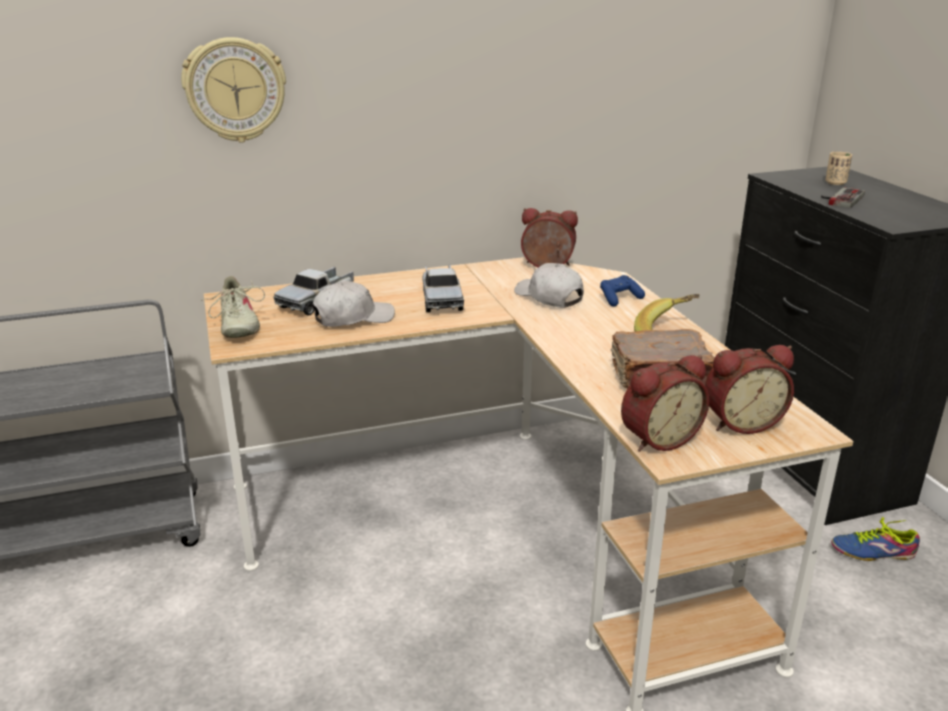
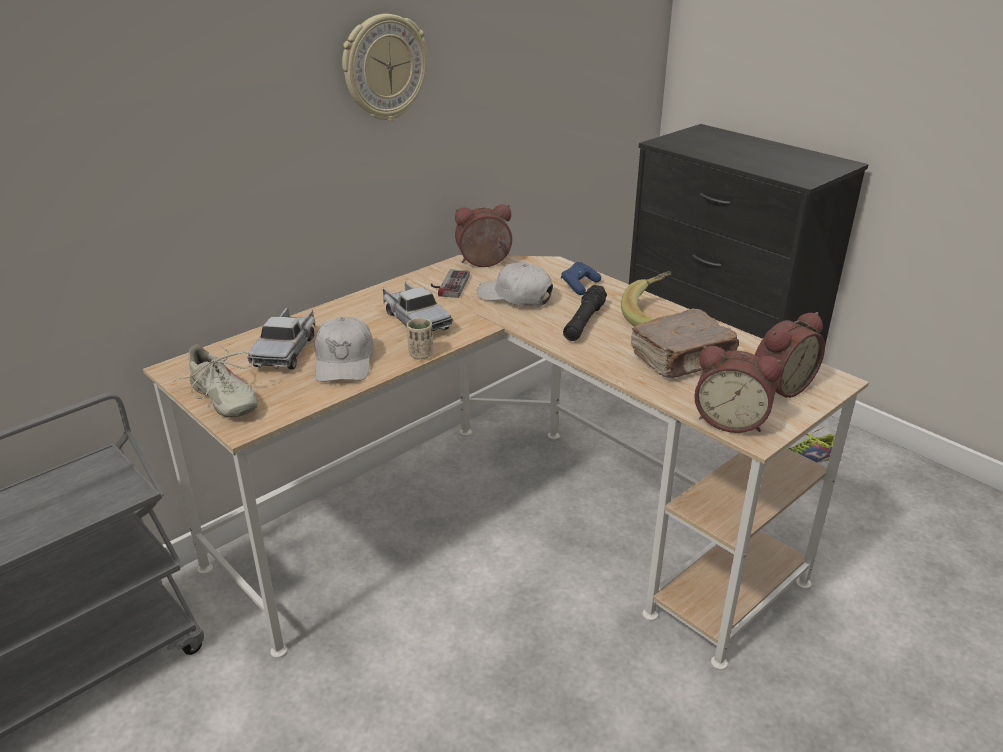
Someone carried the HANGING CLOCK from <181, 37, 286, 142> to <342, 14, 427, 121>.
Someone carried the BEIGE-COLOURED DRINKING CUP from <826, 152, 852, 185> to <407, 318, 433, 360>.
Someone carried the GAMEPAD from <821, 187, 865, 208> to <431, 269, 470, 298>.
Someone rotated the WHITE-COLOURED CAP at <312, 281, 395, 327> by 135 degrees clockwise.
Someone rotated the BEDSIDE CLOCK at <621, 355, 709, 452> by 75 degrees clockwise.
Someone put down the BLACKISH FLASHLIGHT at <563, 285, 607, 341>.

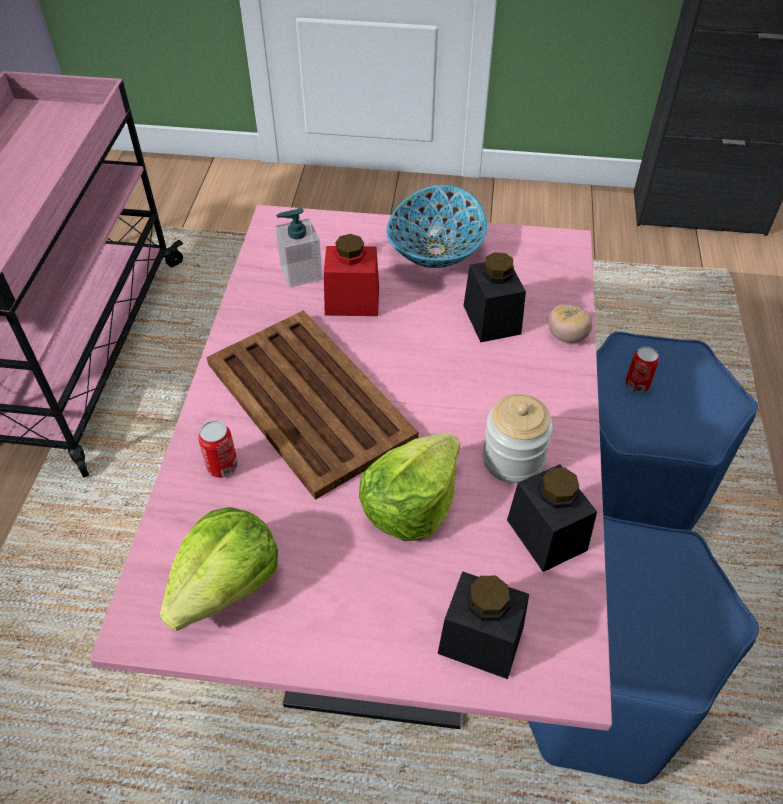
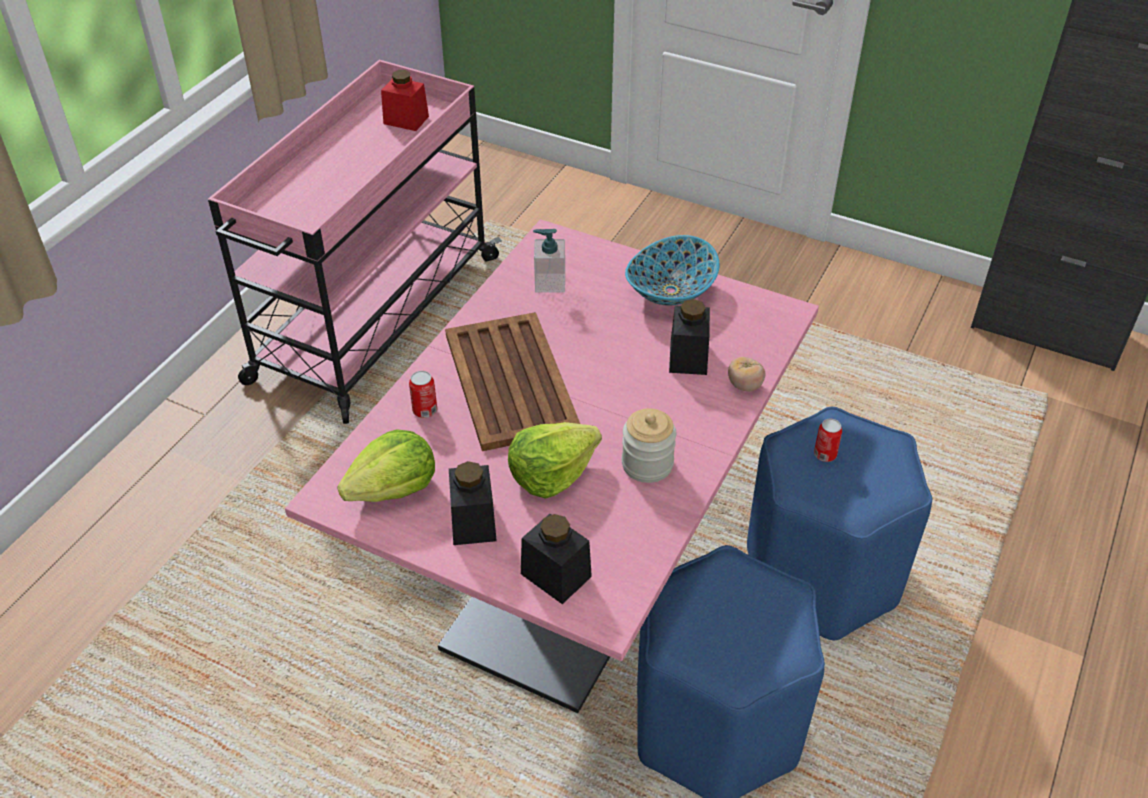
Someone carried the RED-COLOURED PRESERVE JAR from <324, 234, 379, 316> to <381, 70, 429, 131>.
Someone carried the BLACKISH PRESERVE JAR from <507, 464, 597, 572> to <449, 461, 497, 545>.

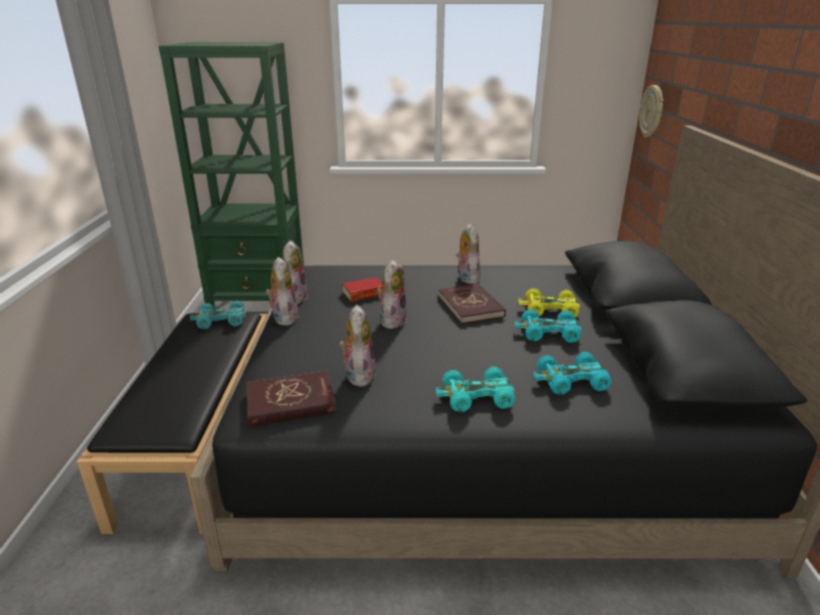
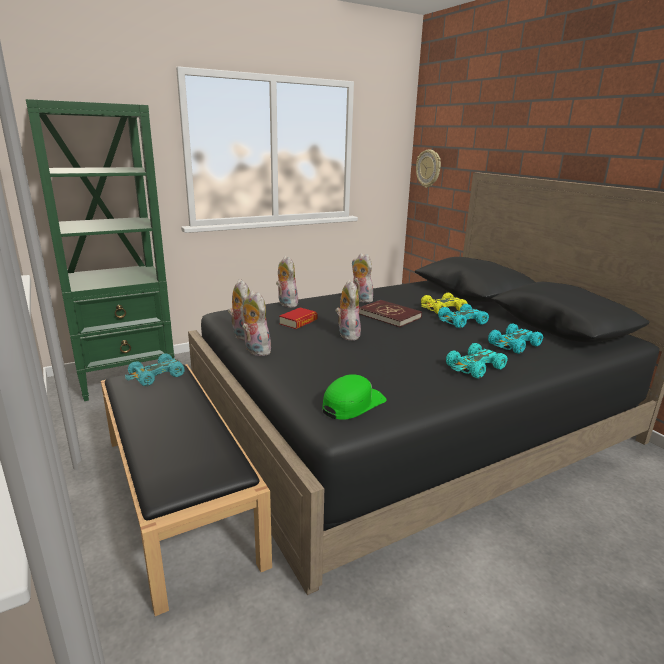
Someone carried the PLUSH TOY from <339, 305, 376, 387> to <276, 256, 298, 307>.
Someone swapped the RED-COLOURED VOLUME at <247, 371, 336, 426> for the GREEN-COLOURED CAP at <322, 374, 387, 420>.

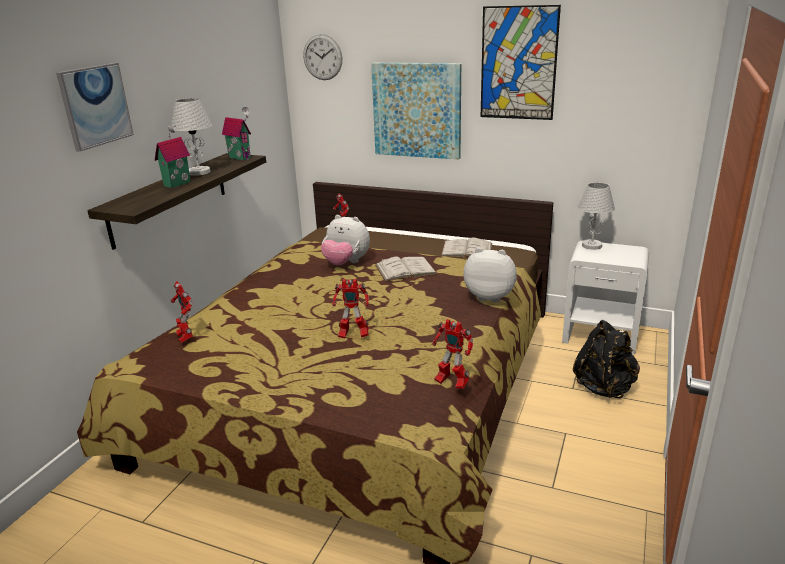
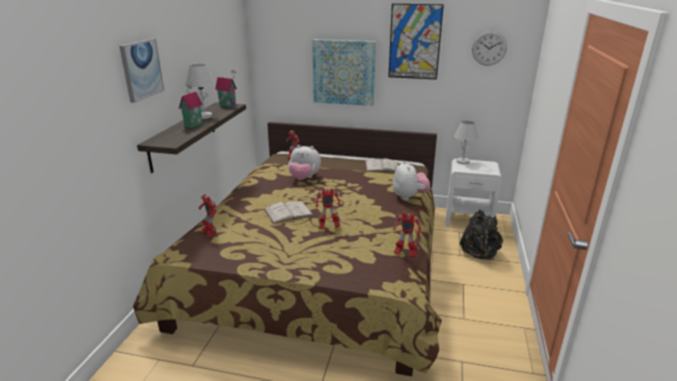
Someone carried the HANGING CLOCK from <303, 34, 342, 80> to <472, 31, 507, 66>.
Someone rotated the PLUSH TOY at <463, 248, 517, 302> by 75 degrees clockwise.
Someone carried the WHITE-COLOURED VOLUME from <375, 256, 437, 281> to <264, 201, 314, 224>.

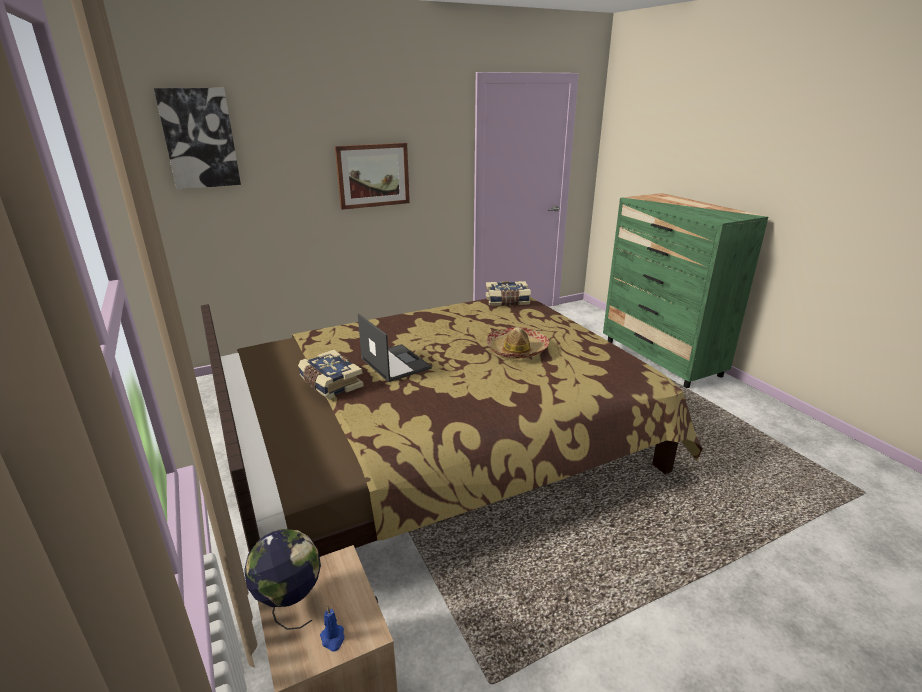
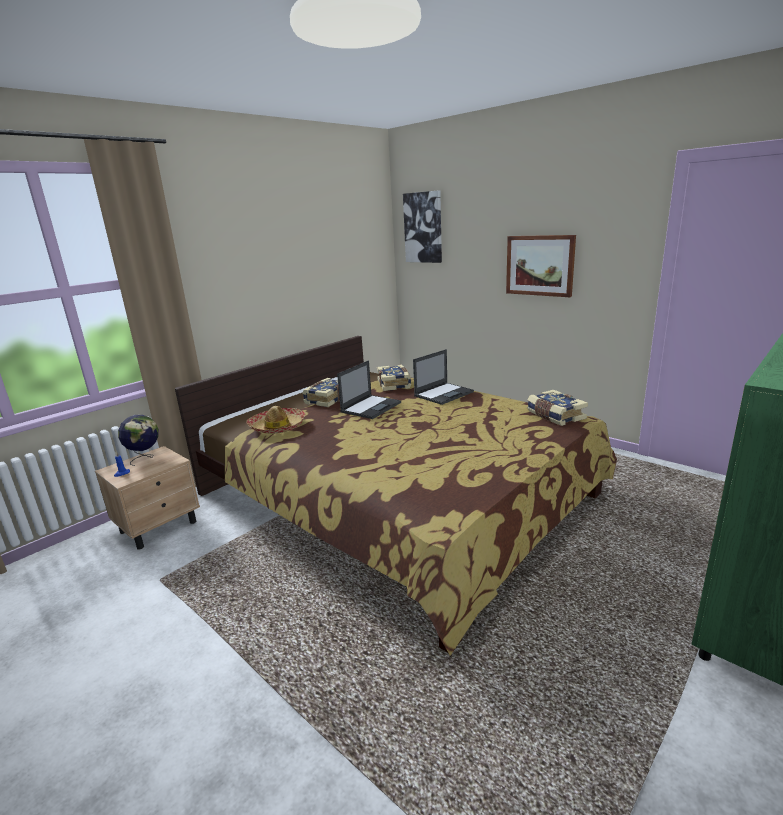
Someone carried the HAT from <486, 327, 549, 359> to <247, 406, 306, 434>.
Someone put down the PORTABLE COMPUTER at <413, 349, 474, 405>.
Someone put down the VOLUME at <377, 364, 411, 391>.

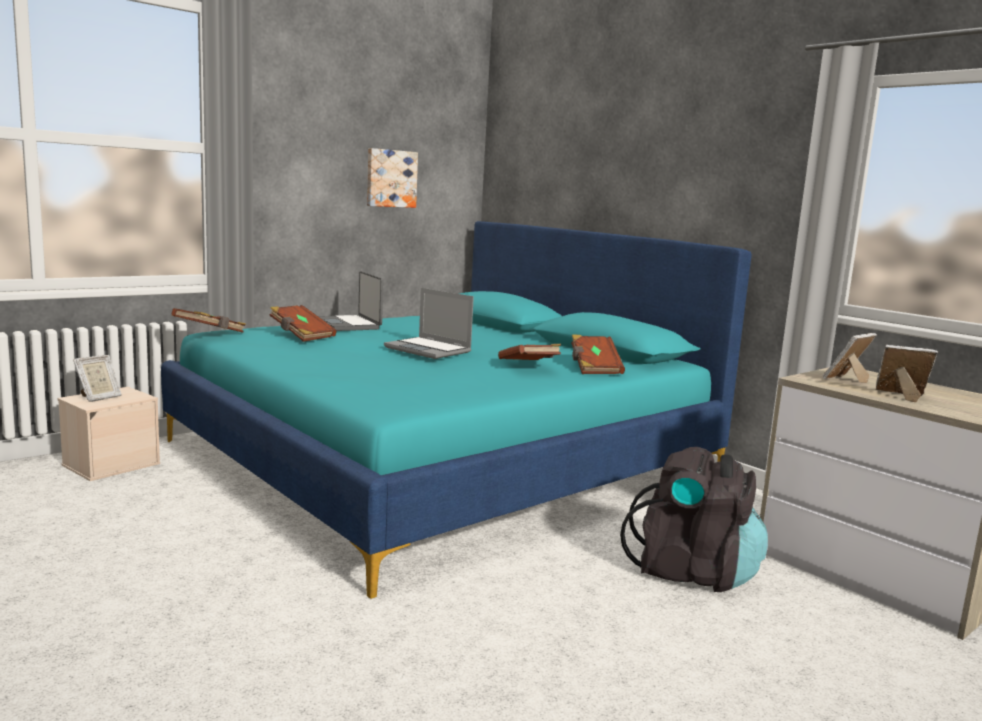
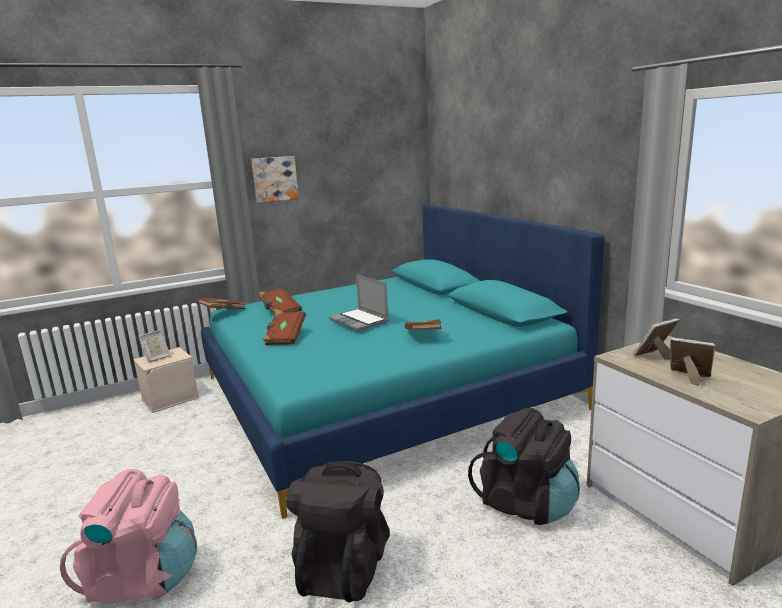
Someone carried the WALL ART from <367, 148, 418, 208> to <251, 156, 299, 203>.
Someone took away the PORTABLE COMPUTER at <318, 271, 383, 331>.
Someone carried the BROWN-COLOURED VOLUME from <571, 334, 625, 374> to <263, 311, 306, 345>.
Someone put down the BLACKISH RUCKSACK at <286, 461, 390, 602>.
Someone put down the PINK-COLOURED RUCKSACK at <60, 469, 197, 603>.

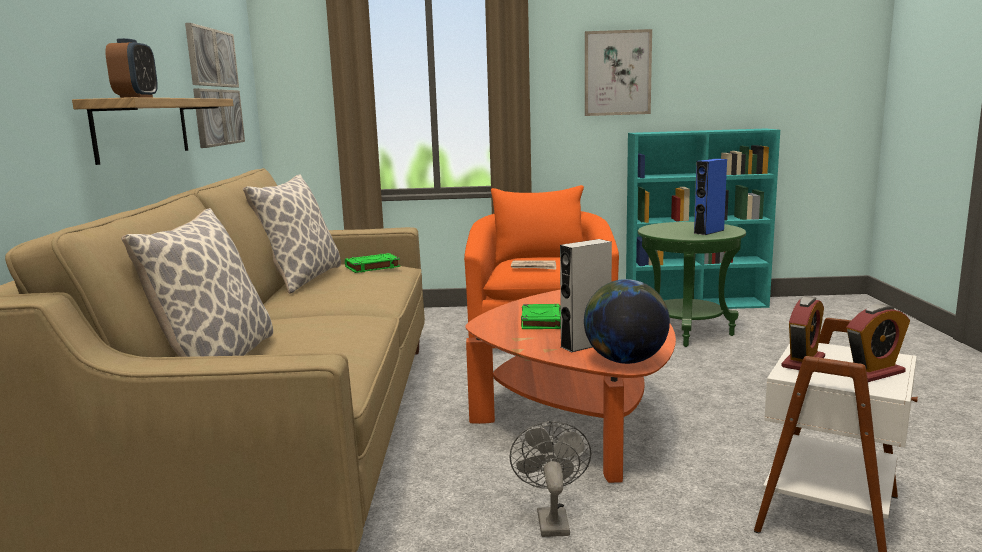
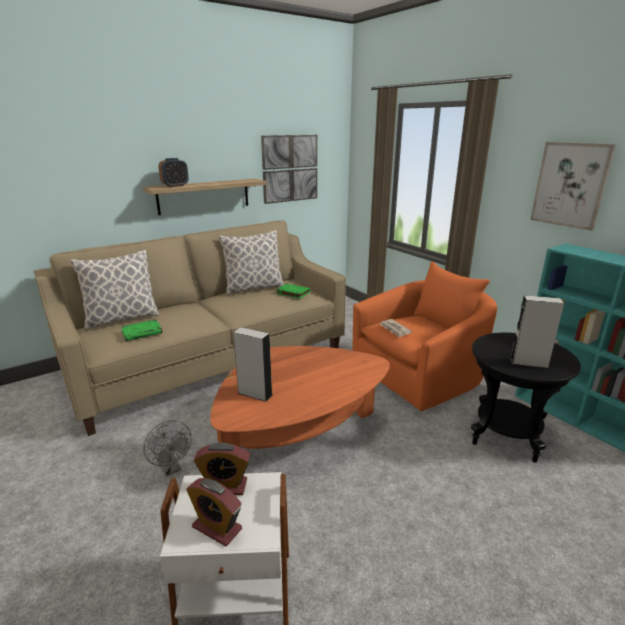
Someone repainted the BLUE SPEAKER at <693, 159, 727, 235>, which became the GREYISH SPEAKER at <510, 295, 564, 369>.
Someone repainted the GREEN-COLOURED END TABLE at <638, 222, 746, 347>, which became the BLACKISH END TABLE at <471, 333, 581, 463>.
Someone took away the DESK GLOBE at <584, 279, 670, 364>.
Someone carried the GREEN-COLOURED VOLUME from <521, 304, 561, 329> to <121, 319, 162, 341>.
Someone rotated the GREYISH ELECTRIC FAN at <509, 421, 591, 537> by 90 degrees clockwise.

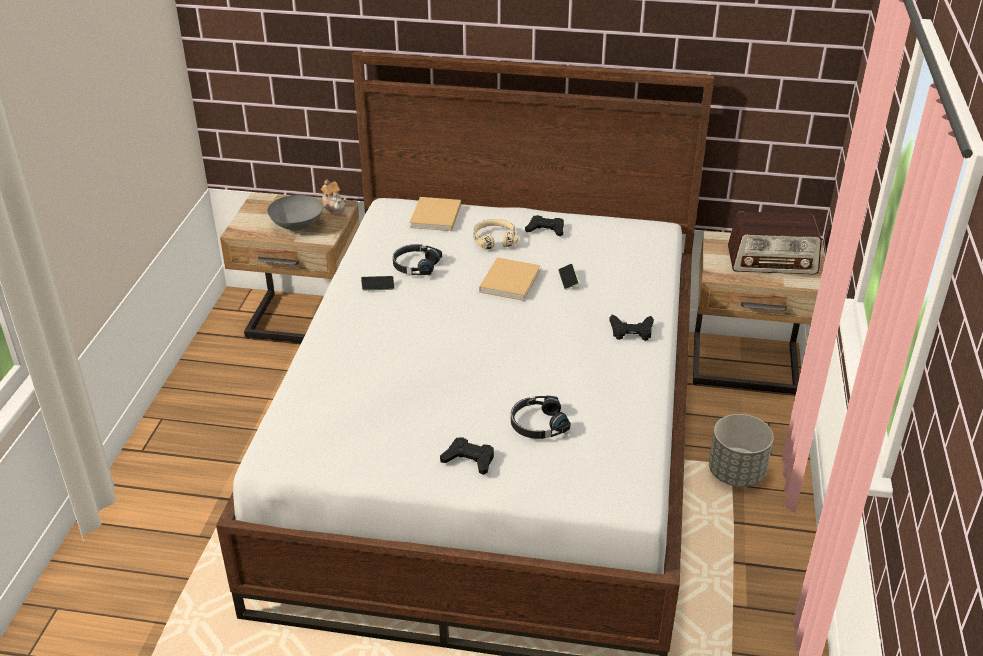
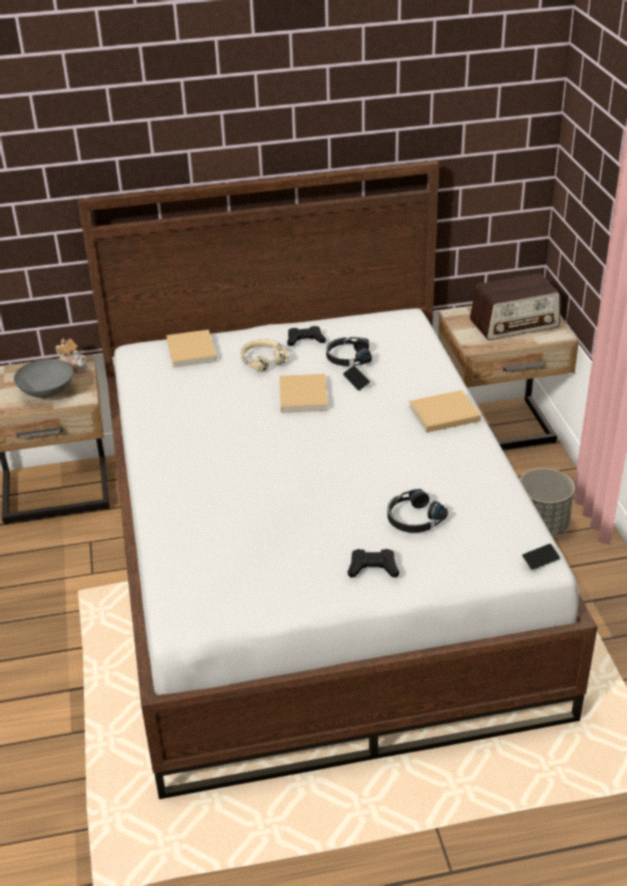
Someone carried the BLACKISH PAIR OF HEADPHONES from <393, 244, 442, 275> to <326, 337, 372, 366>.
Someone carried the TELEPHONE from <361, 276, 395, 290> to <522, 543, 560, 571>.
Someone swapped the BLACKISH GAMEPAD at <609, 314, 654, 341> for the BEIGE-COLOURED VOLUME at <409, 390, 481, 433>.

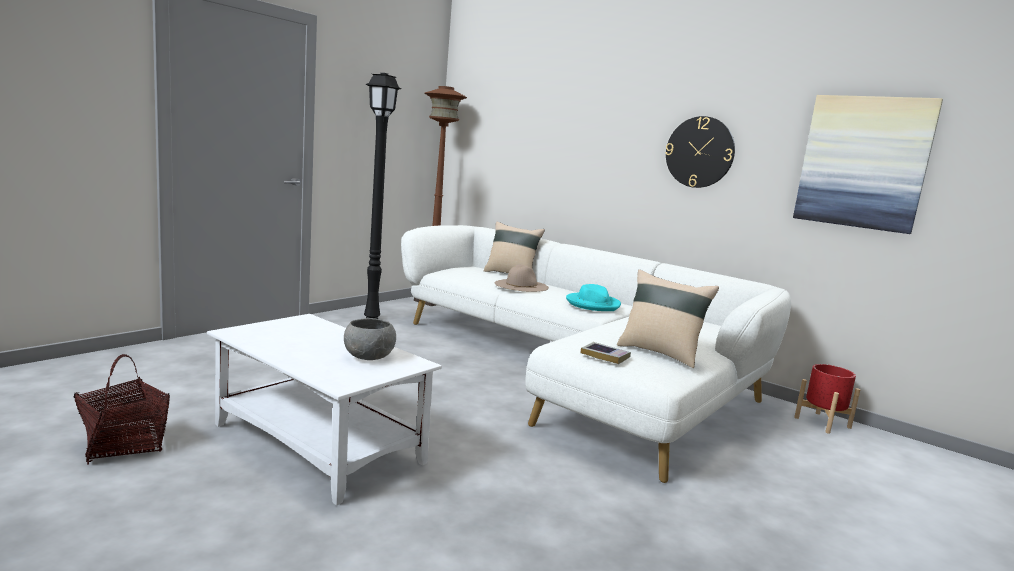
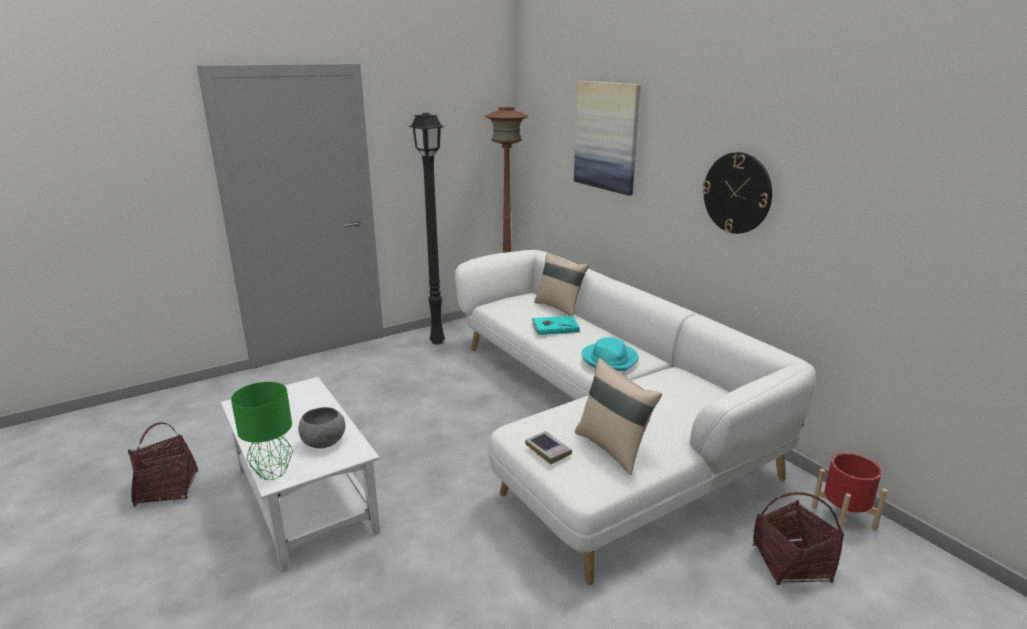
Someone carried the WALL ART from <793, 95, 943, 234> to <574, 81, 641, 196>.
Someone swapped the BEIGE-COLOURED HAT at <494, 265, 549, 292> for the TURQUOISE VOLUME at <532, 316, 580, 335>.
Someone put down the GREEN-COLOURED LAMP FOR A TABLE at <231, 382, 293, 480>.
Someone put down the STORAGE BASKET at <753, 492, 844, 585>.

